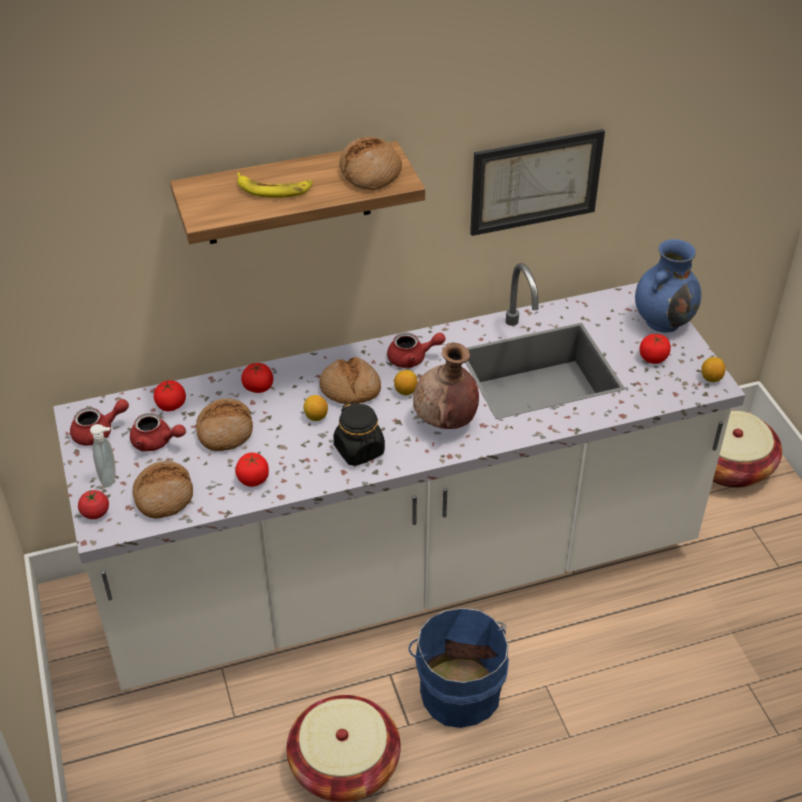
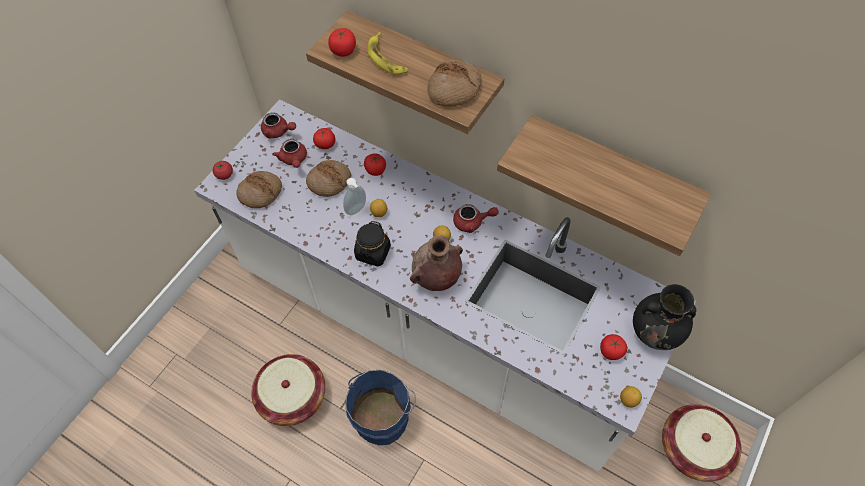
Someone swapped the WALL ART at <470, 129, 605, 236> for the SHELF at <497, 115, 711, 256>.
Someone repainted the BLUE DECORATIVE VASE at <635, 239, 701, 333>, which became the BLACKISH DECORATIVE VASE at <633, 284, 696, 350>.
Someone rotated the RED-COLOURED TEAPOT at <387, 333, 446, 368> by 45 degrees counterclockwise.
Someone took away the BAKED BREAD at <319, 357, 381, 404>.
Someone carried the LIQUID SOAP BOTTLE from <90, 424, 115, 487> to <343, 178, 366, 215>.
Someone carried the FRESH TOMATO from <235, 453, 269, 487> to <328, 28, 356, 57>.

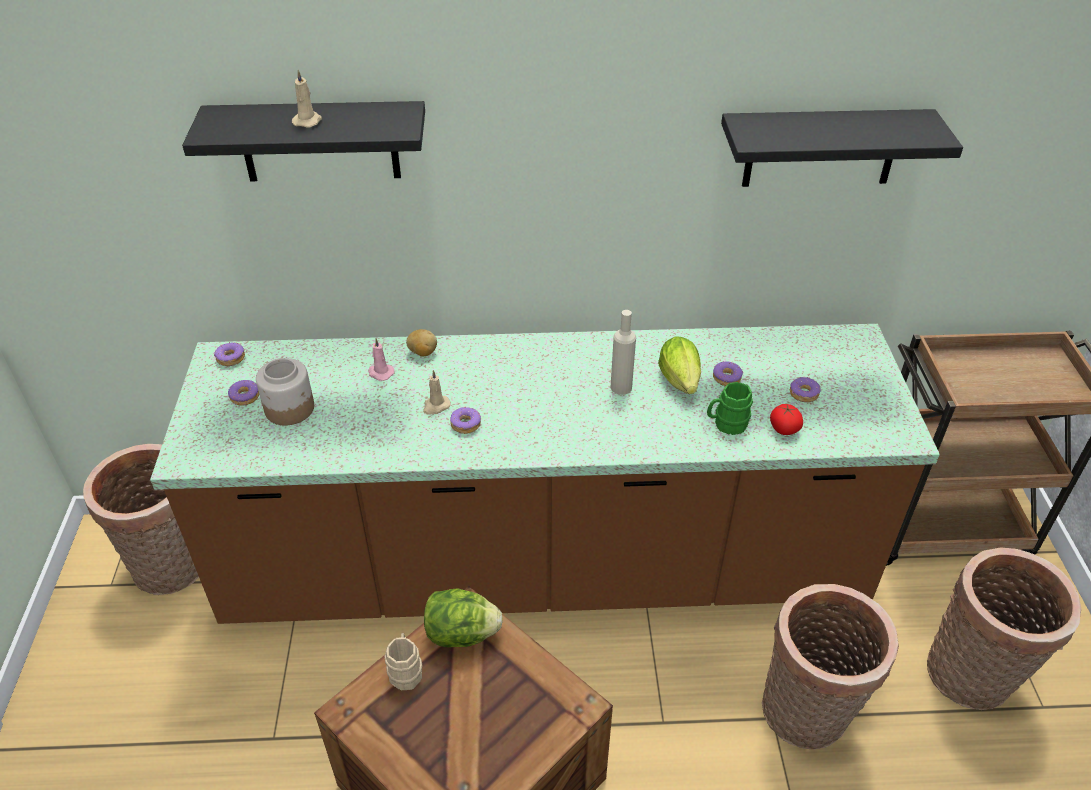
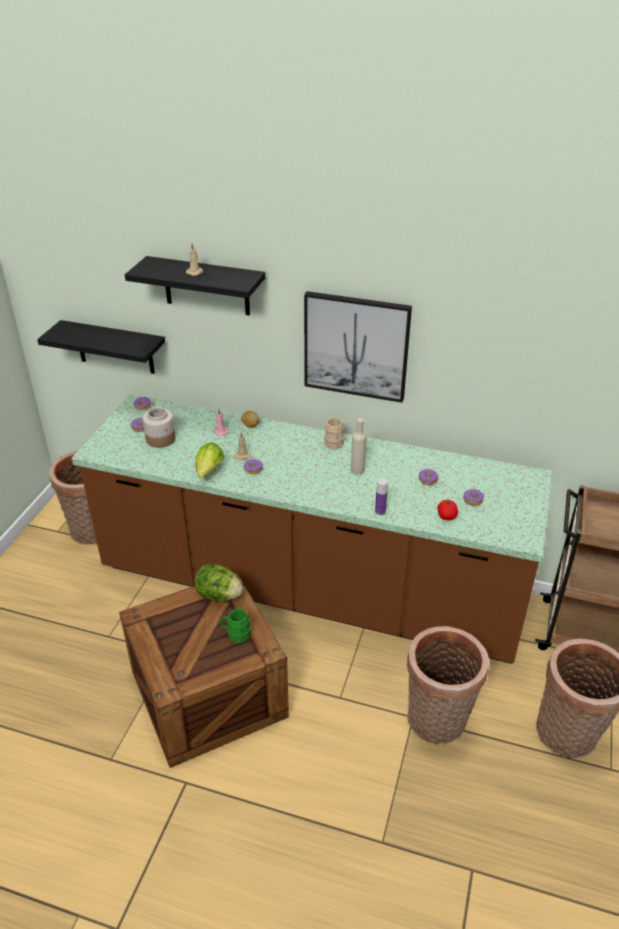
Someone carried the BLACKISH SHELF from <721, 109, 963, 187> to <37, 320, 165, 374>.
Someone carried the LETTUCE HEAD from <658, 336, 701, 394> to <196, 442, 224, 478>.
Someone carried the GREEN-COLOURED MUG from <707, 382, 753, 435> to <221, 608, 251, 643>.
Someone carried the BEIGE-COLOURED MUG from <384, 633, 422, 690> to <324, 417, 344, 450>.
Someone put up the WALL ART at <304, 291, 412, 403>.
Someone put down the BOTTLE at <375, 478, 388, 515>.

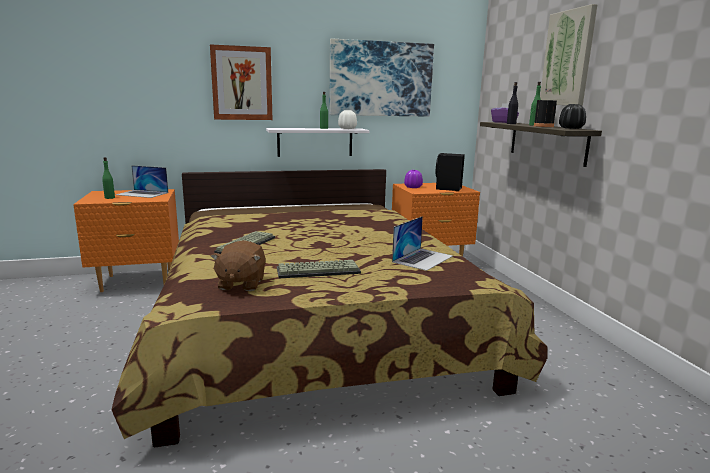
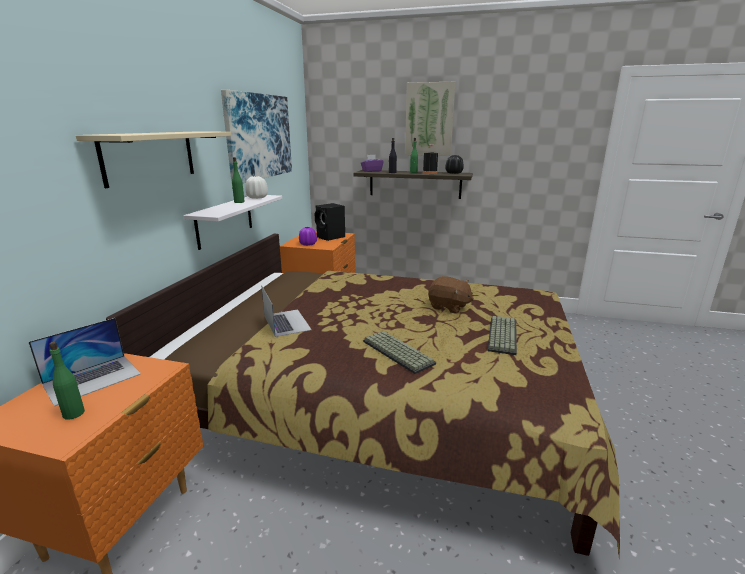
Someone swapped the WALL ART at <210, 44, 273, 120> for the BEIGE-COLOURED SHELF at <76, 131, 231, 188>.
Someone carried the PORTABLE COMPUTER from <392, 216, 453, 271> to <261, 285, 312, 337>.
Someone carried the BROWN-COLOURED PLUSH TOY from <211, 240, 266, 291> to <428, 276, 474, 314>.

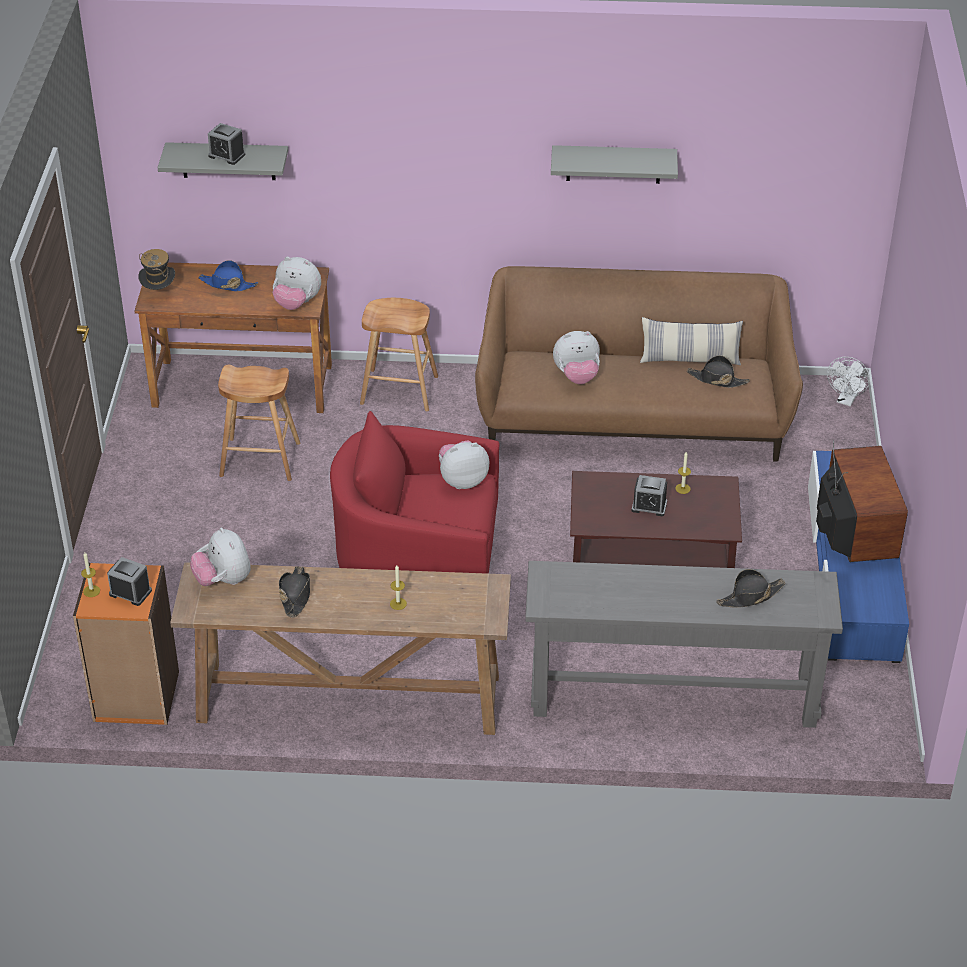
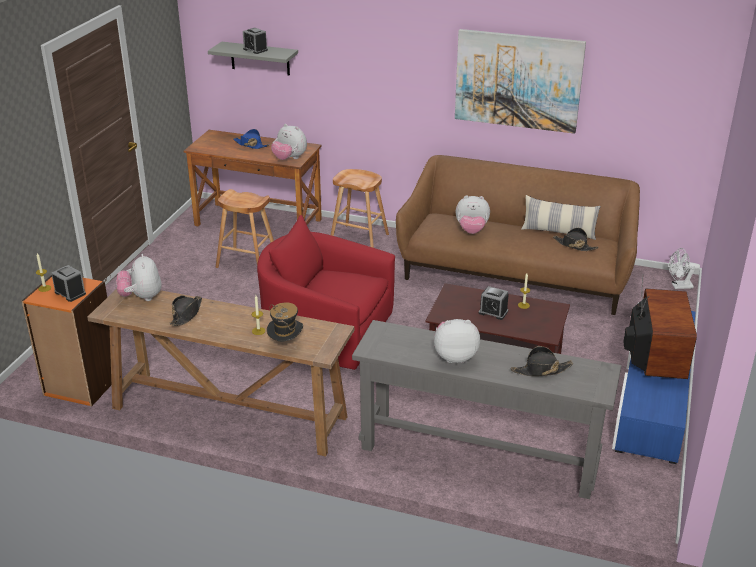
Someone swapped the GREYISH SHELF at <551, 145, 678, 184> for the WALL ART at <455, 29, 586, 134>.
Someone carried the HAT from <138, 249, 175, 290> to <267, 302, 303, 341>.
Someone rotated the WHITE-COLOURED ELECTRIC FAN at <827, 357, 870, 407> by 45 degrees clockwise.
Someone carried the PLUSH TOY from <439, 440, 489, 489> to <434, 319, 480, 363>.

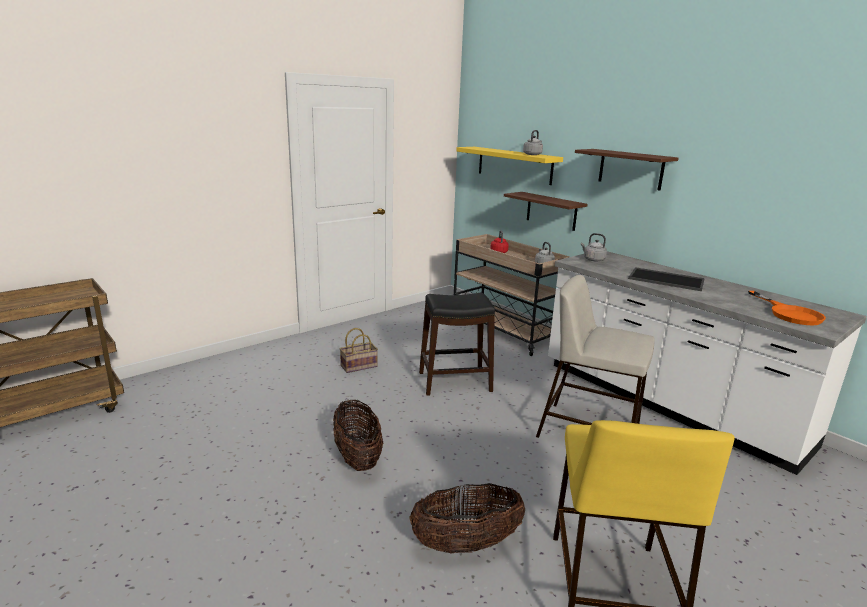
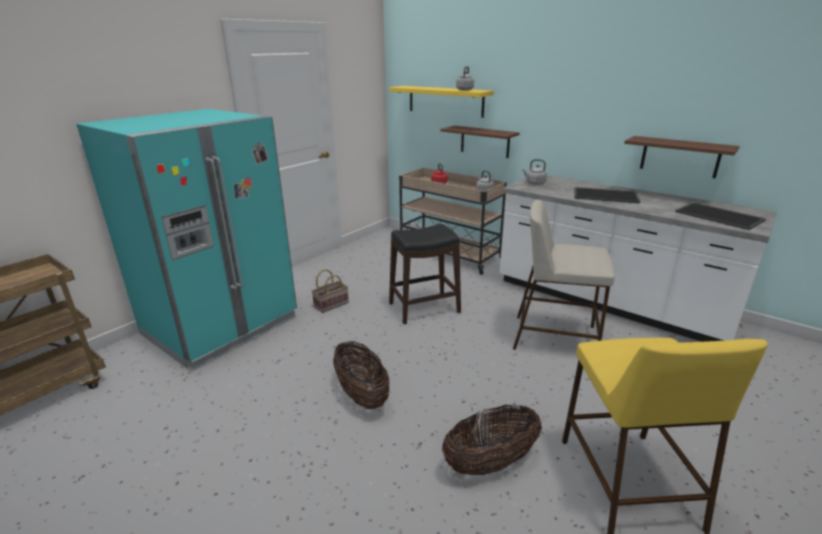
Someone carried the BROWN-COLOURED SHELF from <575, 149, 678, 190> to <624, 136, 740, 178>.
Someone swapped the ORANGE FRYING PAN at <748, 291, 826, 325> for the TRAY at <675, 202, 766, 230>.
Someone put down the TURQUOISE FRIDGE at <76, 109, 297, 370>.

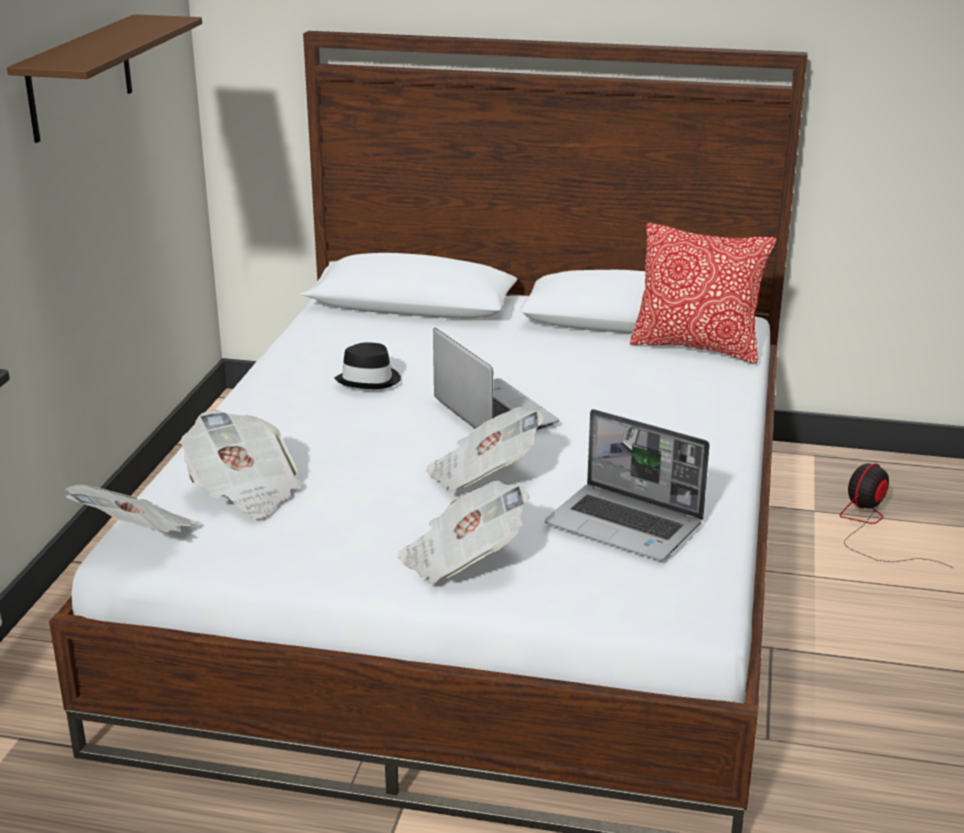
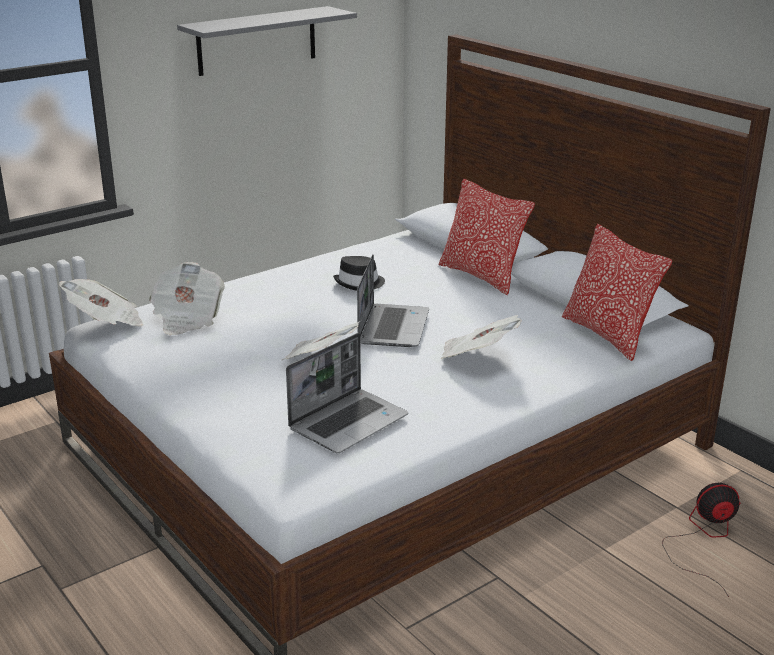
Someone repainted the BROWN-COLOURED SHELF at <7, 14, 202, 143>, which became the GREYISH SHELF at <177, 6, 357, 76>.
Someone rotated the PORTABLE COMPUTER at <545, 409, 710, 561> by 120 degrees counterclockwise.
Someone carried the DAILY PAPER from <398, 480, 530, 584> to <441, 315, 522, 359>.
Someone put down the PILLOW at <438, 179, 535, 295>.

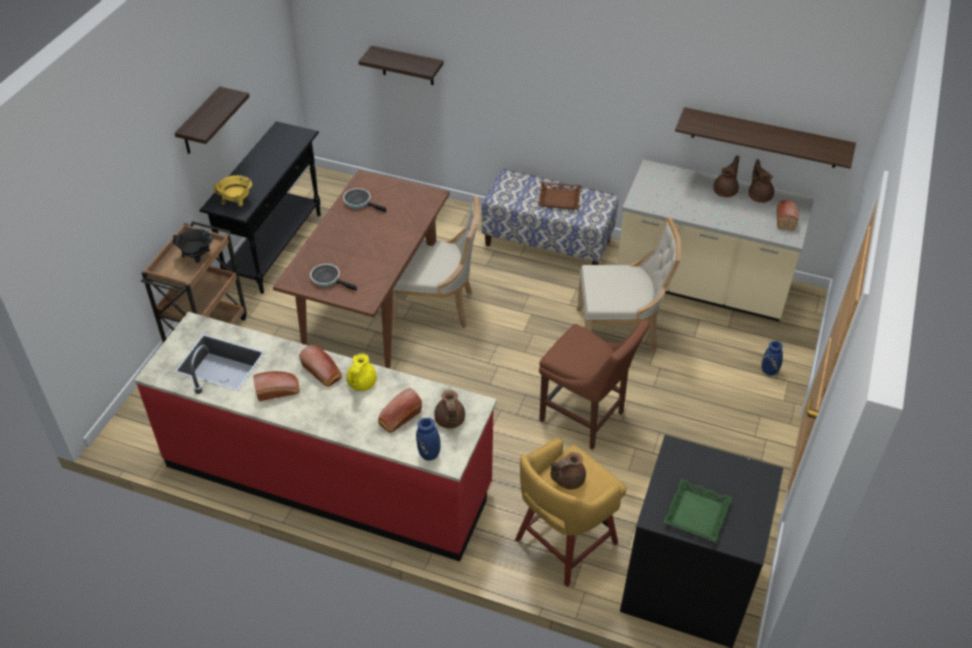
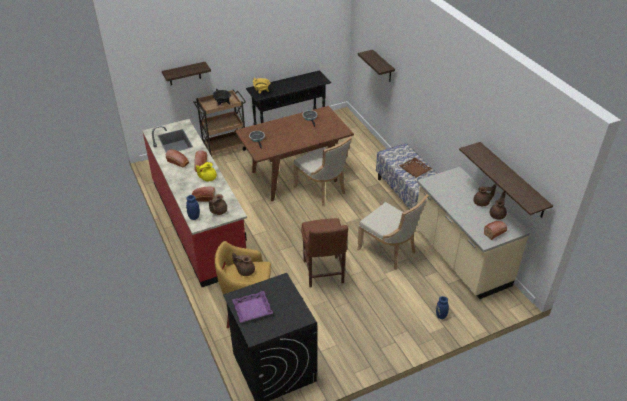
Someone carried the SHELF from <175, 86, 250, 154> to <162, 62, 211, 85>.
Someone repainted the GREEN-COLOURED TRAY at <663, 479, 733, 542>, which became the PURPLE-COLOURED TRAY at <232, 291, 273, 323>.

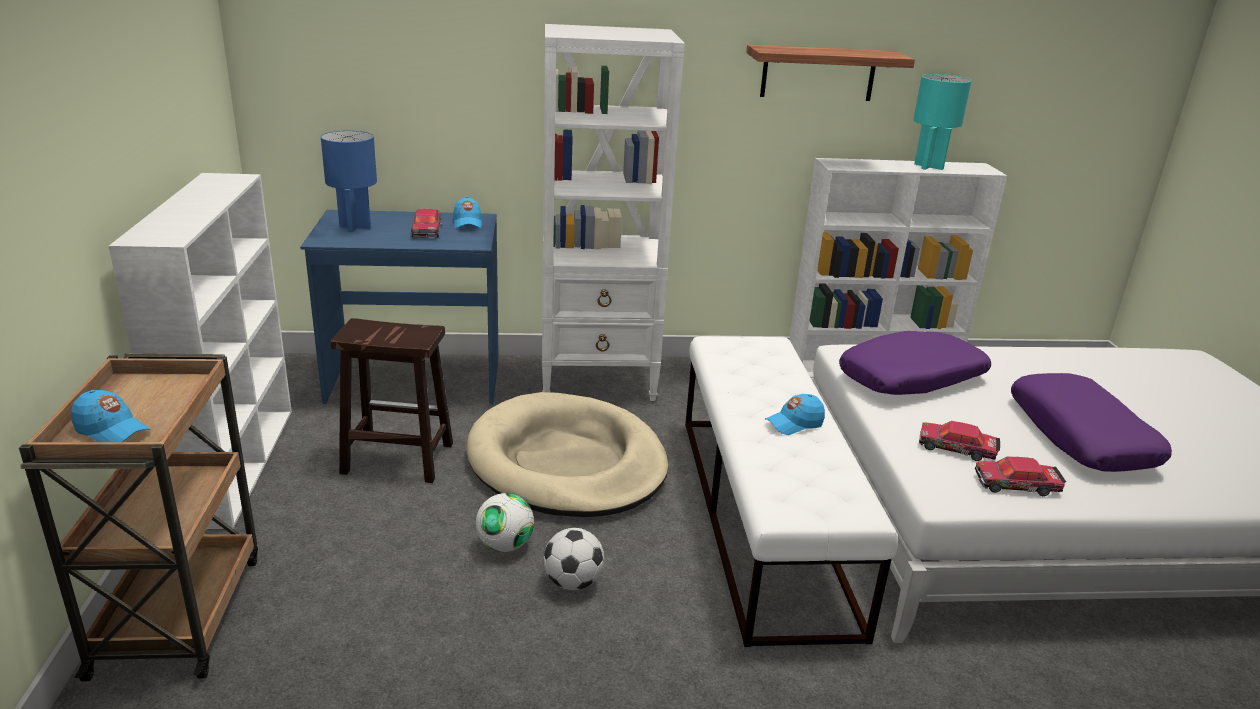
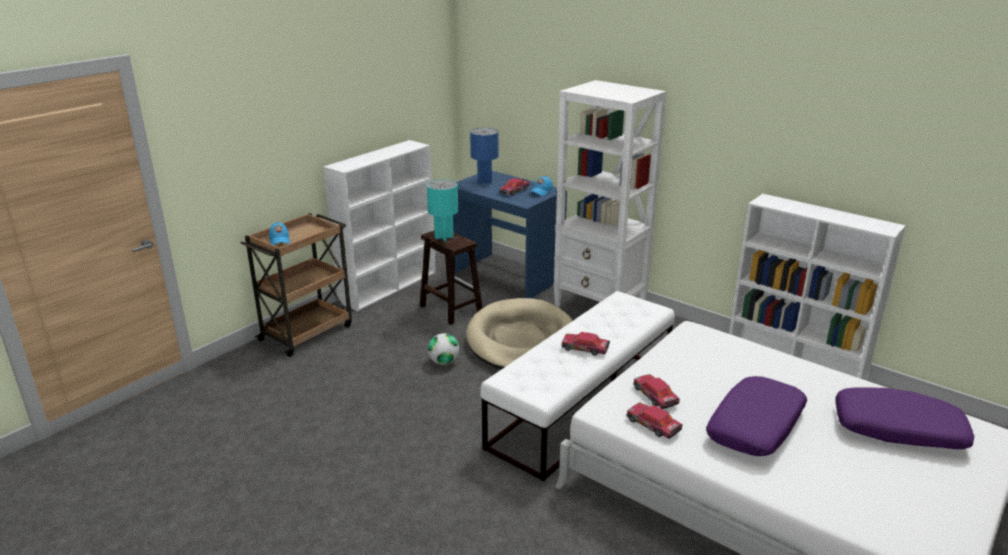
Someone took away the SHELF at <746, 45, 915, 101>.
Someone carried the TURQUOISE LAMP FOR A TABLE from <914, 74, 971, 170> to <427, 180, 458, 241>.
Someone carried the PURPLE-COLOURED PILLOW from <839, 331, 991, 395> to <835, 387, 974, 449>.
Someone swapped the BLUE CAP at <765, 394, 825, 435> for the MINIATURE CAR at <562, 332, 610, 356>.
Someone took away the BALL FOR FOOTBALL at <543, 528, 604, 590>.

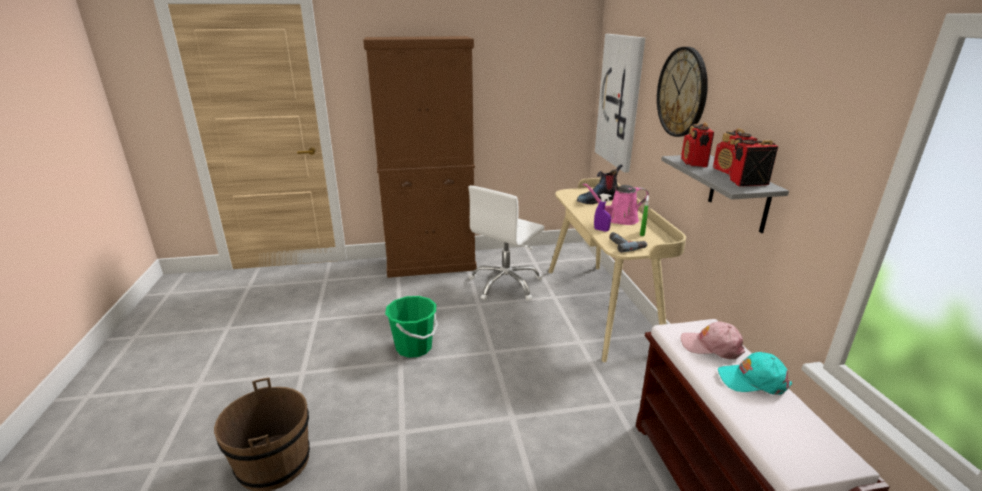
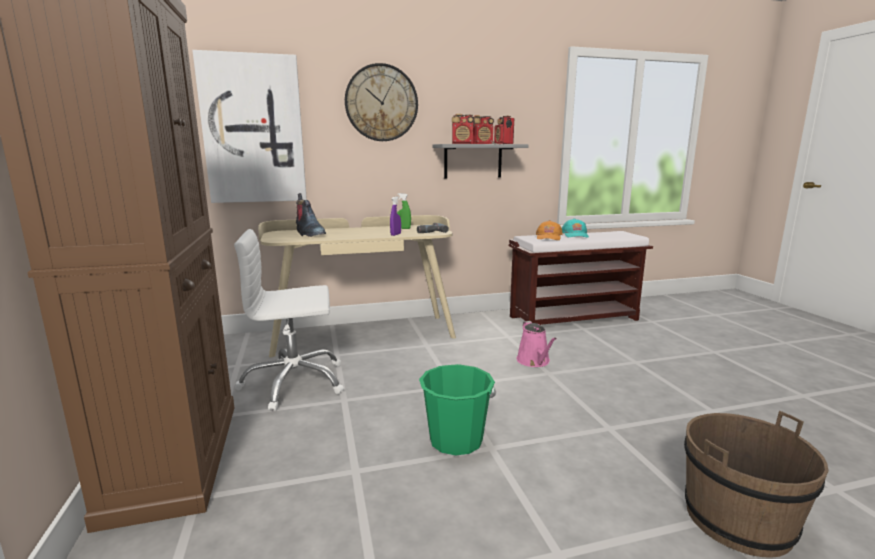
Someone carried the PINK-COLOURED SPRINKLING CAN from <583, 183, 649, 225> to <517, 321, 557, 367>.
Someone rotated the WHITE-COLOURED DESK CHAIR at <468, 186, 544, 301> by 135 degrees clockwise.
Someone repainted the PINK-COLOURED CAP at <681, 322, 745, 359>, which became the ORANGE CAP at <536, 220, 562, 240>.

